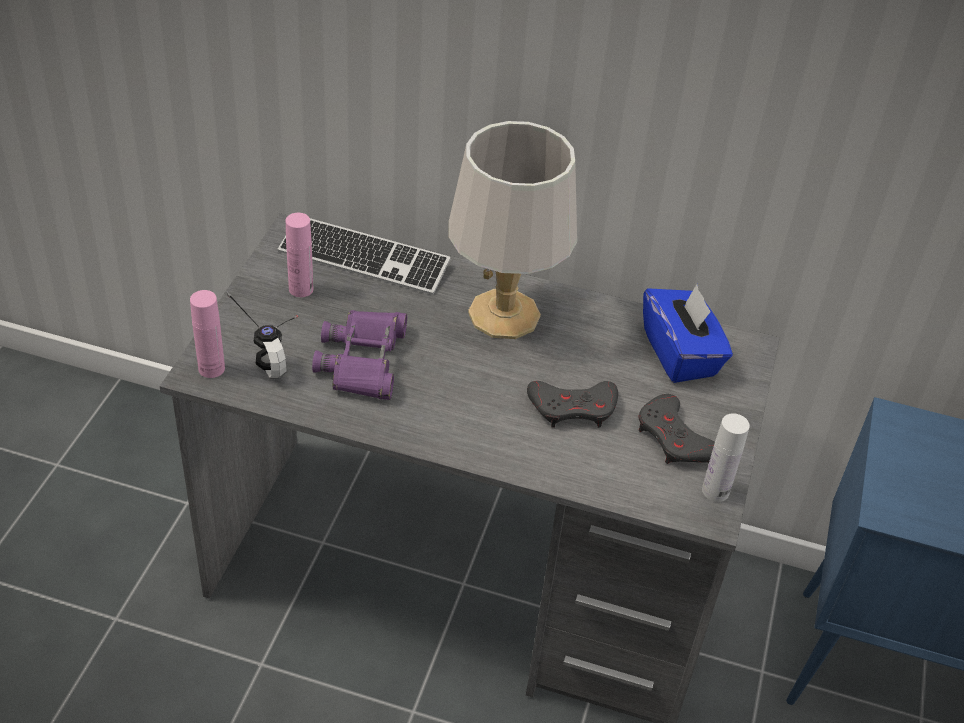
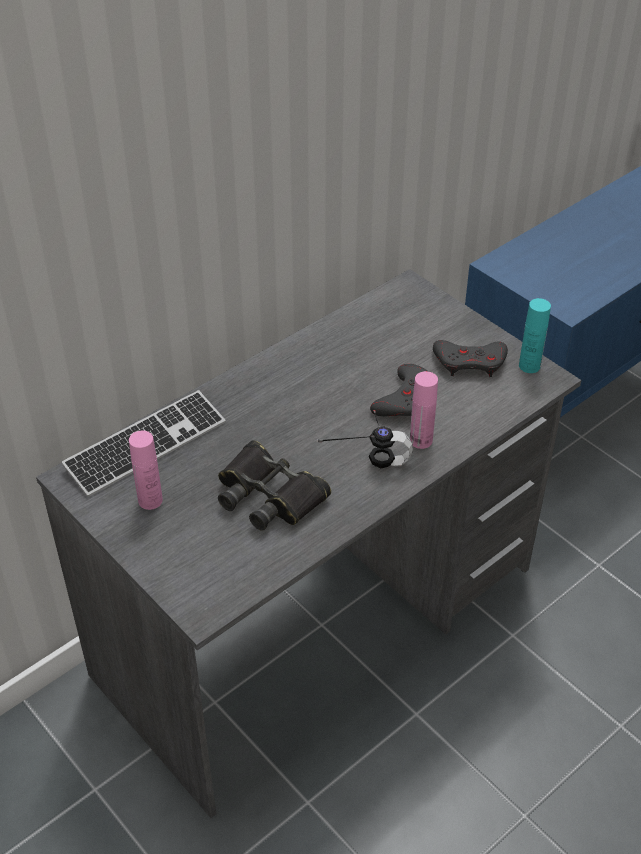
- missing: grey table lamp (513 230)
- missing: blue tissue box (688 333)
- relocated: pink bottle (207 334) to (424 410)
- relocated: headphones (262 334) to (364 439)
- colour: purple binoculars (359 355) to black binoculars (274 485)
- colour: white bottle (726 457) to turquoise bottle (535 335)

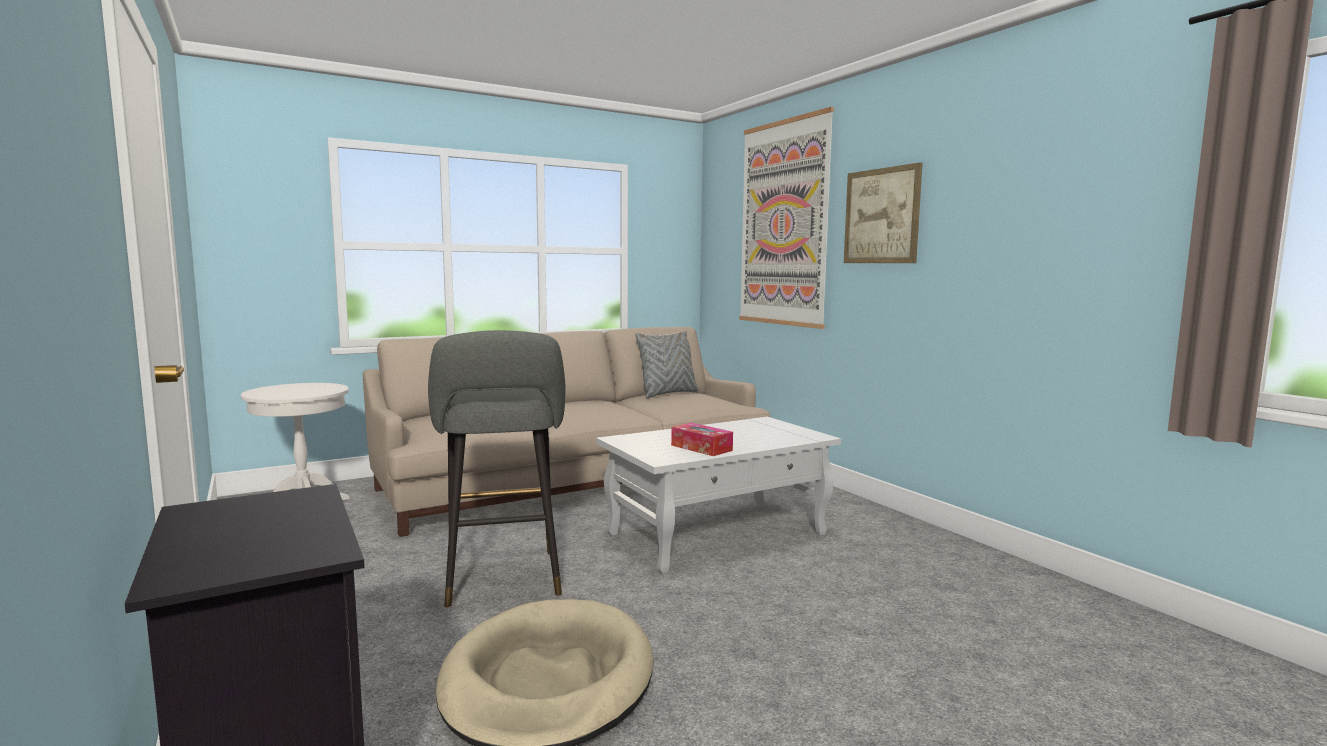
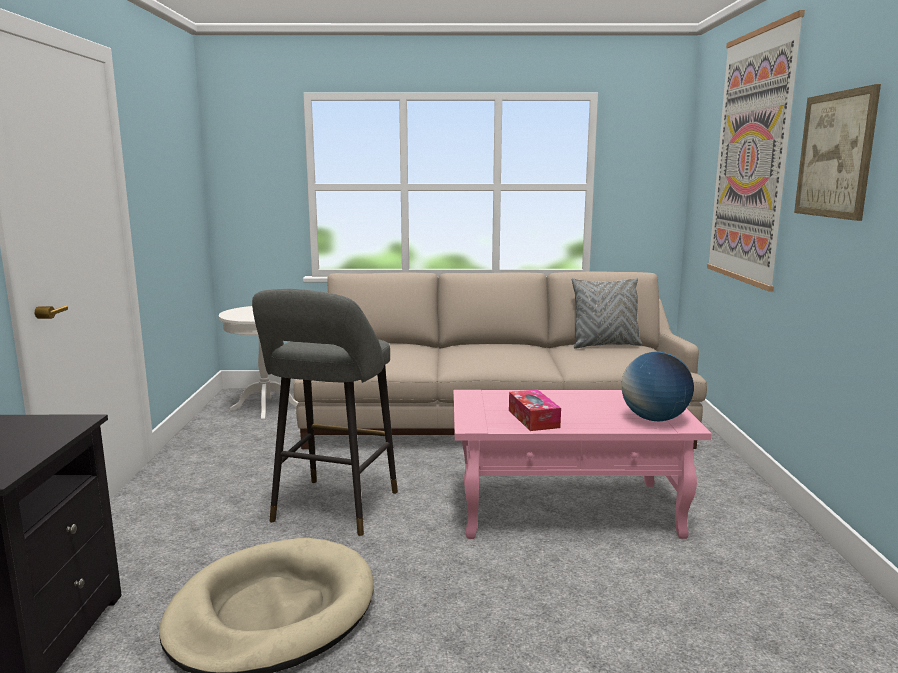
- colour: white coffee table (718 495) to pink coffee table (583 464)
- appeared: globe (658 386)

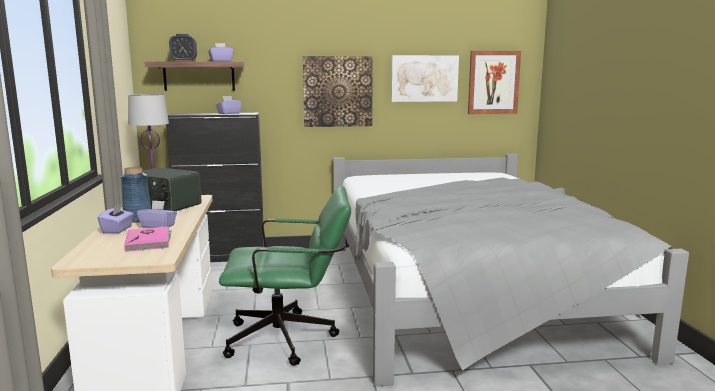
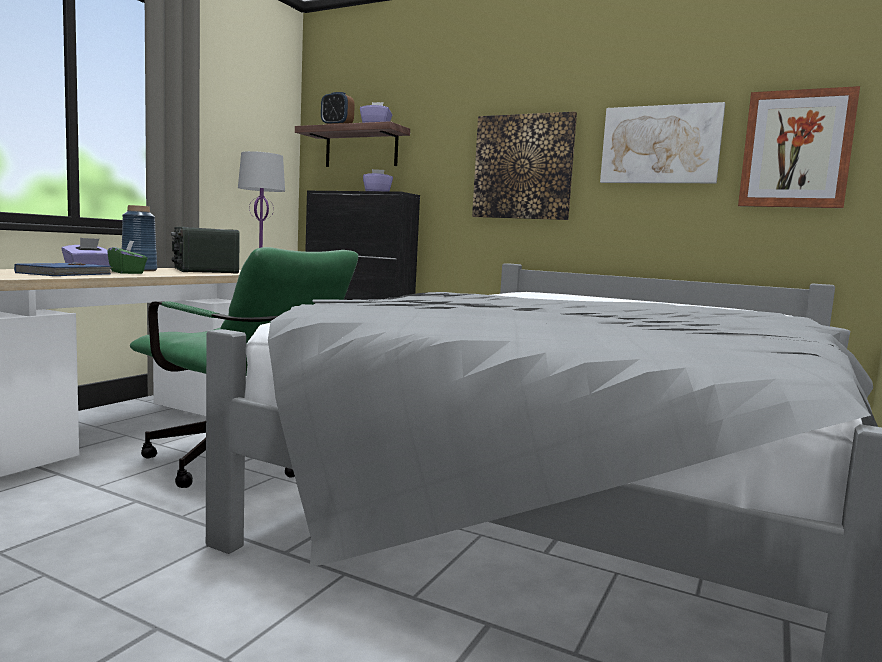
- colour: purple tissue box (157 214) to green tissue box (127 257)
- colour: pink book (148 239) to blue book (64 269)

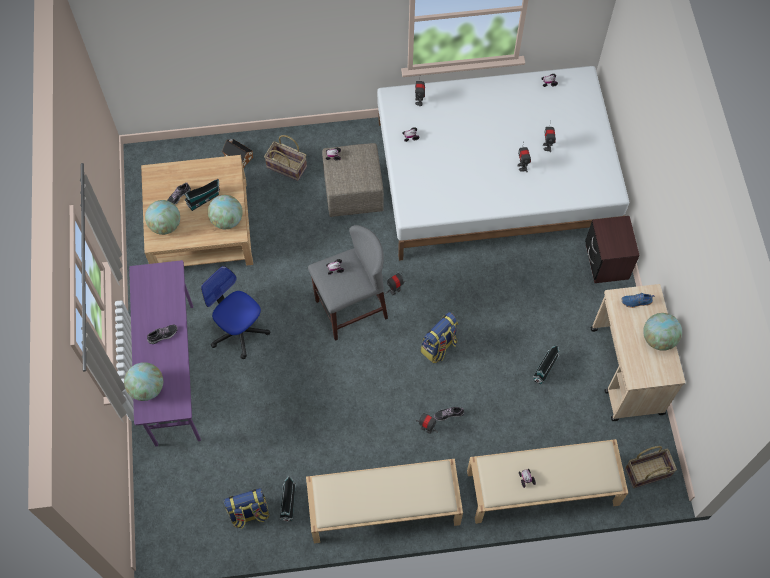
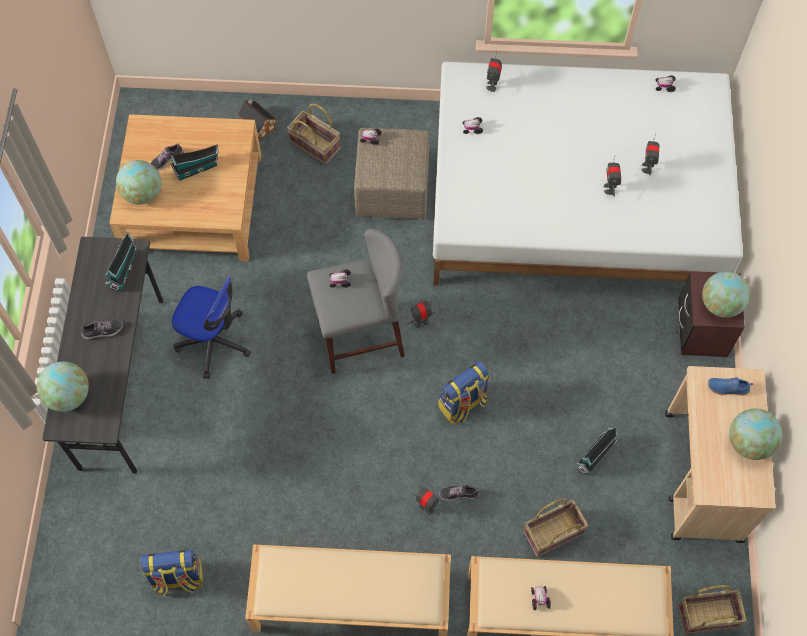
- relocated: globe (225 212) to (726 294)
- colour: purple desk (165 353) to grey desk (102 355)
- spun: office chair (236 312) = (211 328) 150 degrees clockwise
- relocated: toy house (288 498) to (121 262)
- appeared: basket (556 527)

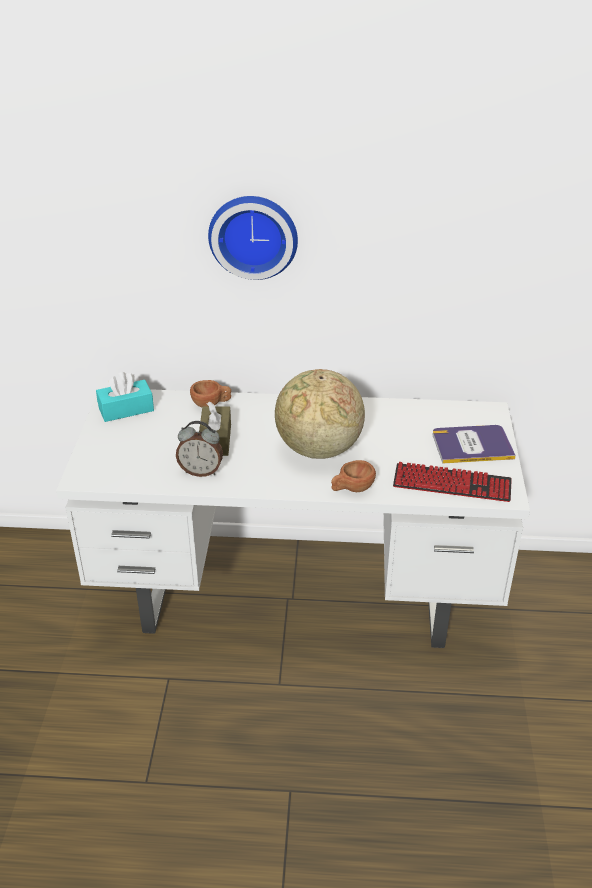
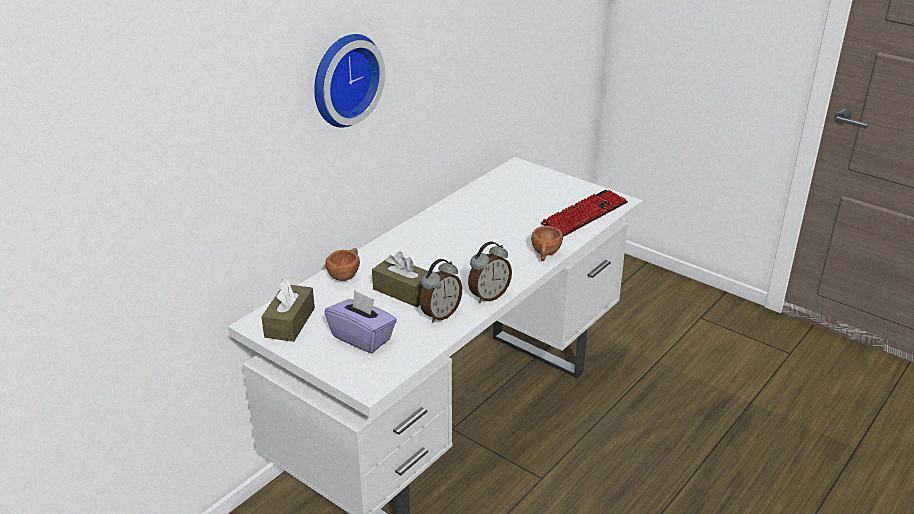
- missing: globe (320 414)
- colour: turquoise tissue box (125 397) to brown tissue box (288 310)
- missing: book (474 444)
- appeared: alarm clock (490 272)
- appeared: purple tissue box (360 321)

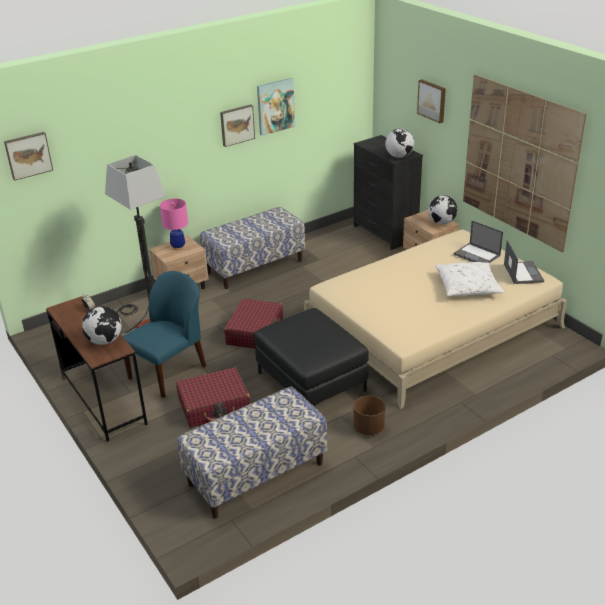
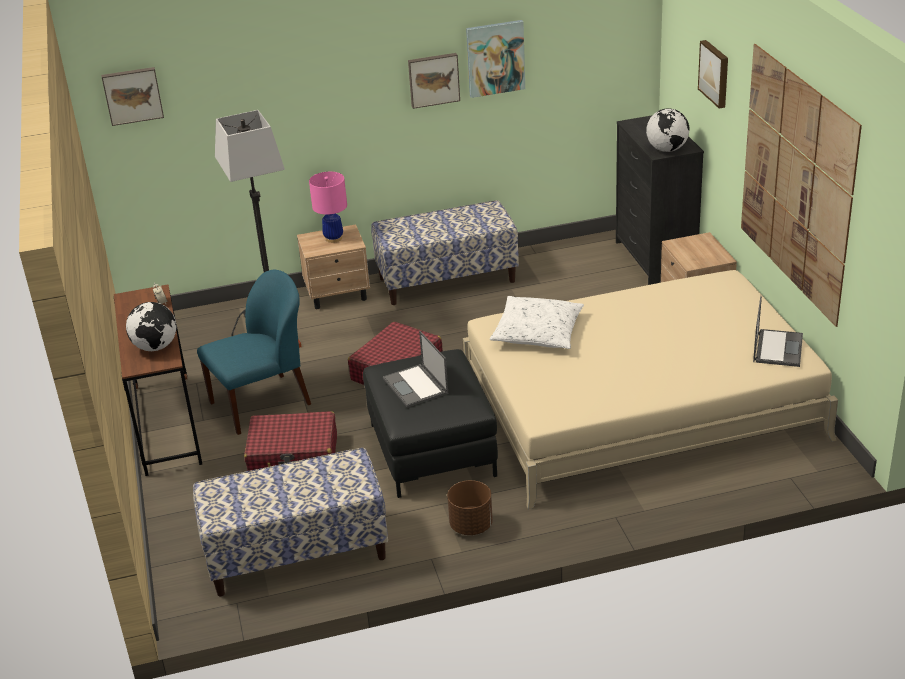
- missing: globe (442 209)
- relocated: laptop (478 242) to (415 369)
- relocated: white pillow (470 279) to (537 322)

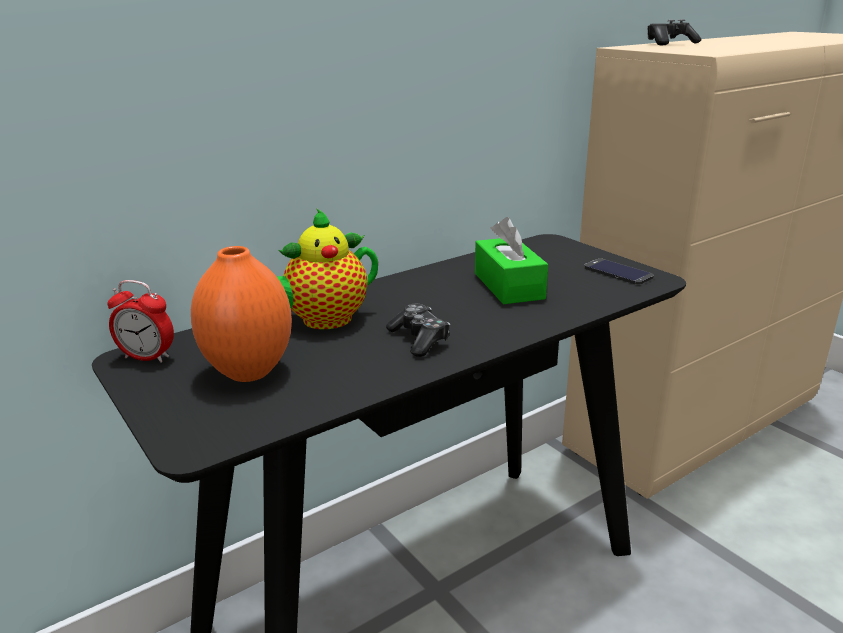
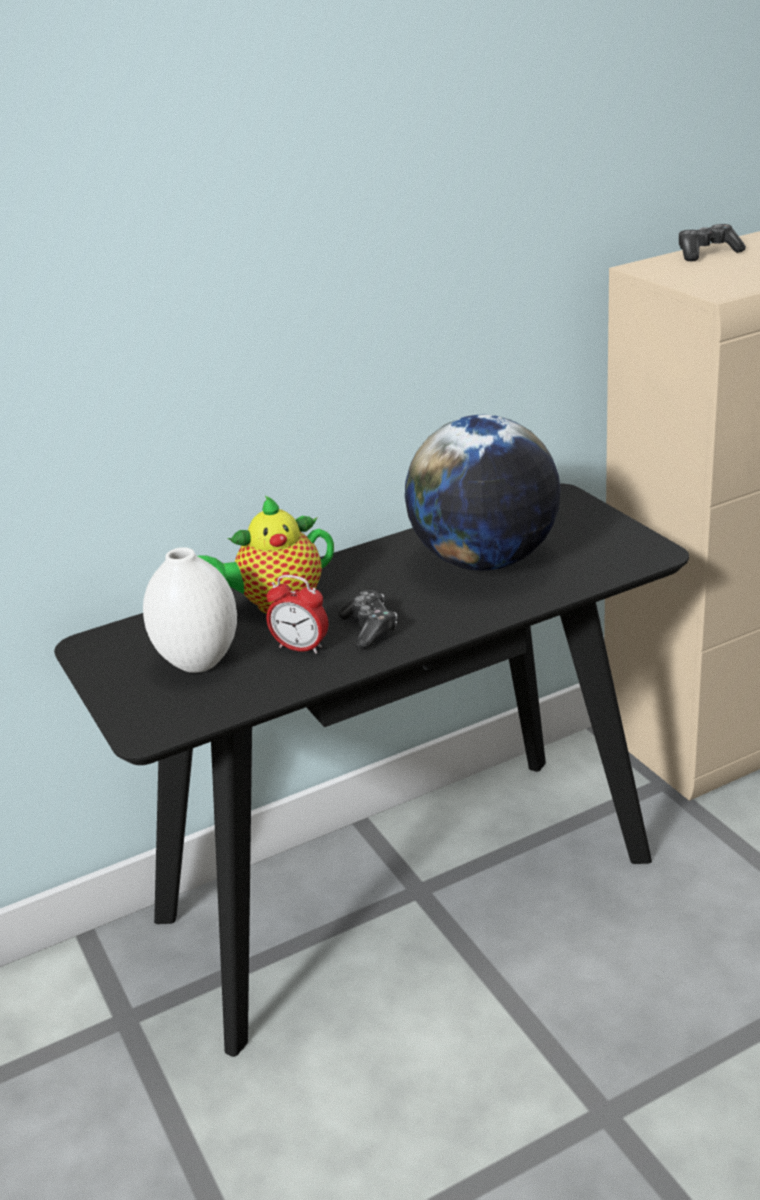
- exchanged: green tissue box (511 260) to globe (482 492)
- colour: orange vase (241 314) to white vase (190 610)
- missing: phone (619 272)
- relocated: alarm clock (140 321) to (297 614)

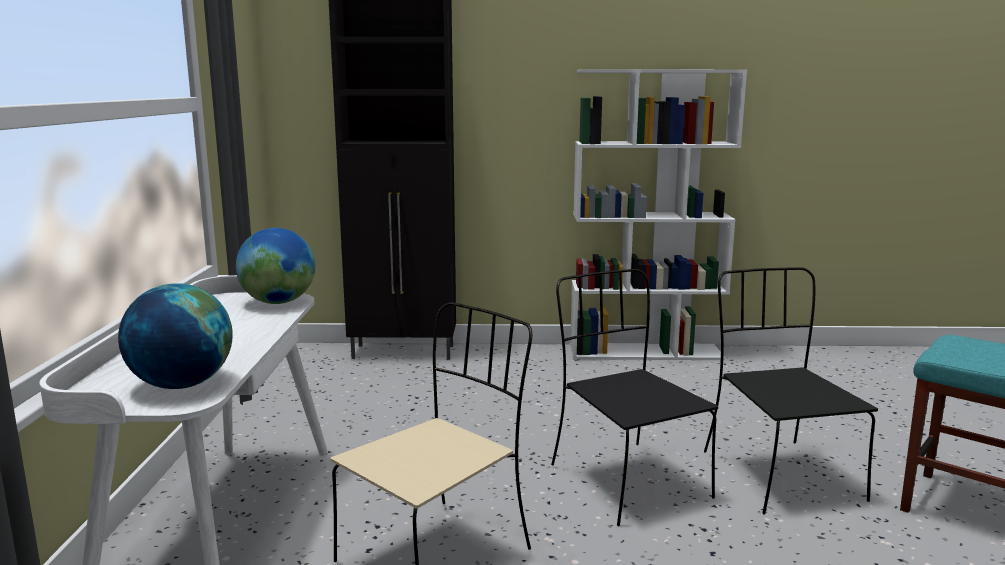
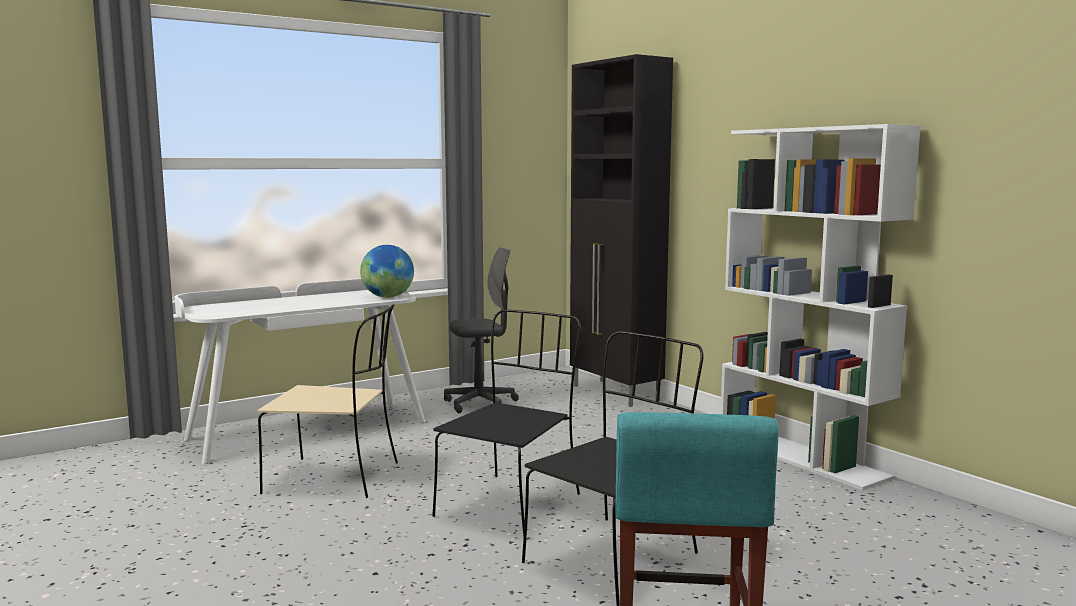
- missing: globe (175 336)
- appeared: grey office chair (481 330)

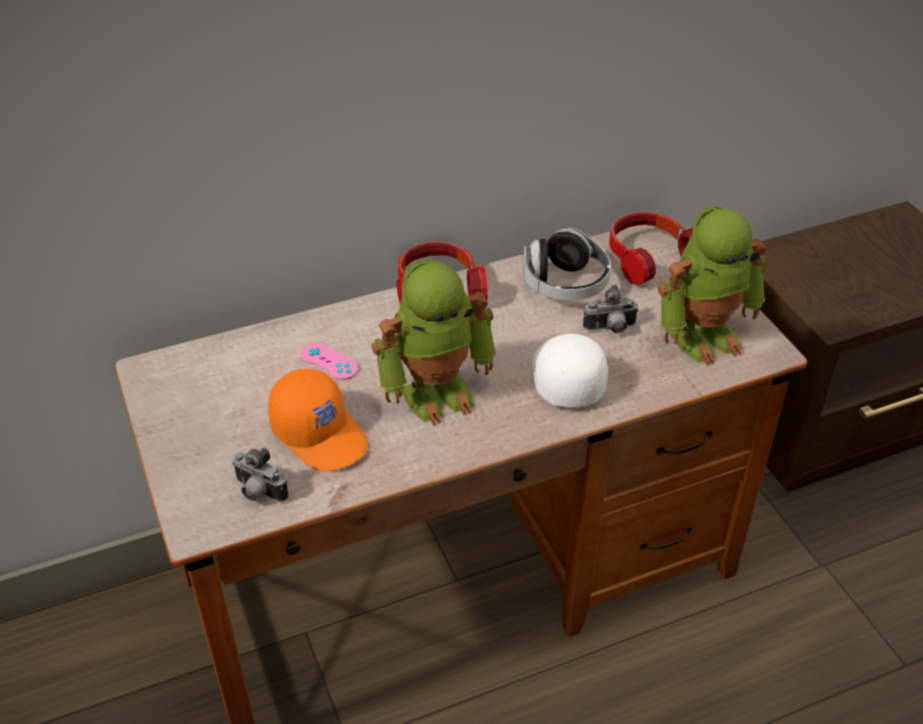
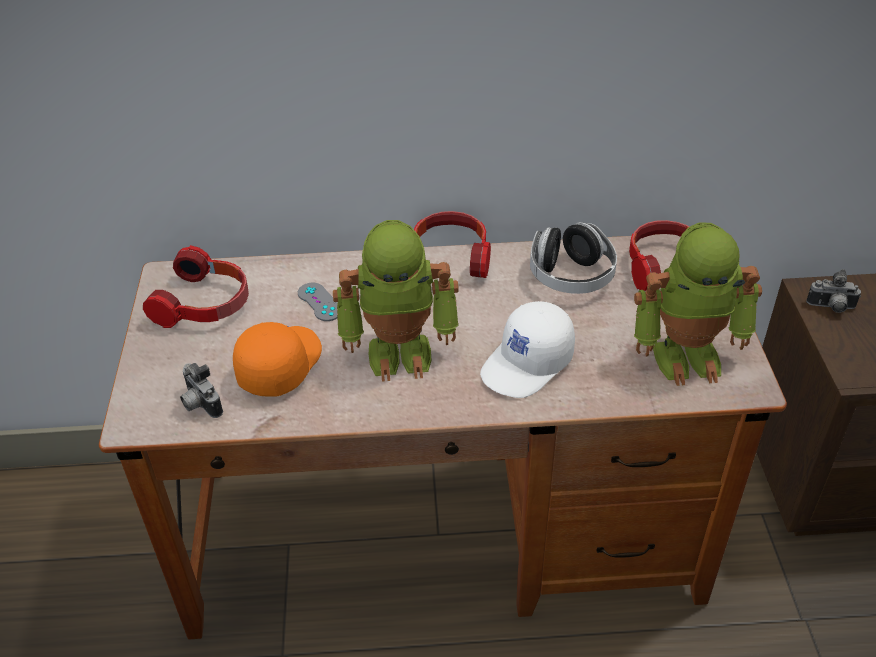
- relocated: photo camera (611 309) to (833 291)
- spun: white cap (570 371) = (527 349) 150 degrees counterclockwise
- colour: pink game controller (329 361) to grey game controller (318 302)
- spun: orange cap (318 420) = (277 359) 135 degrees counterclockwise
- appeared: headphones (196 286)

